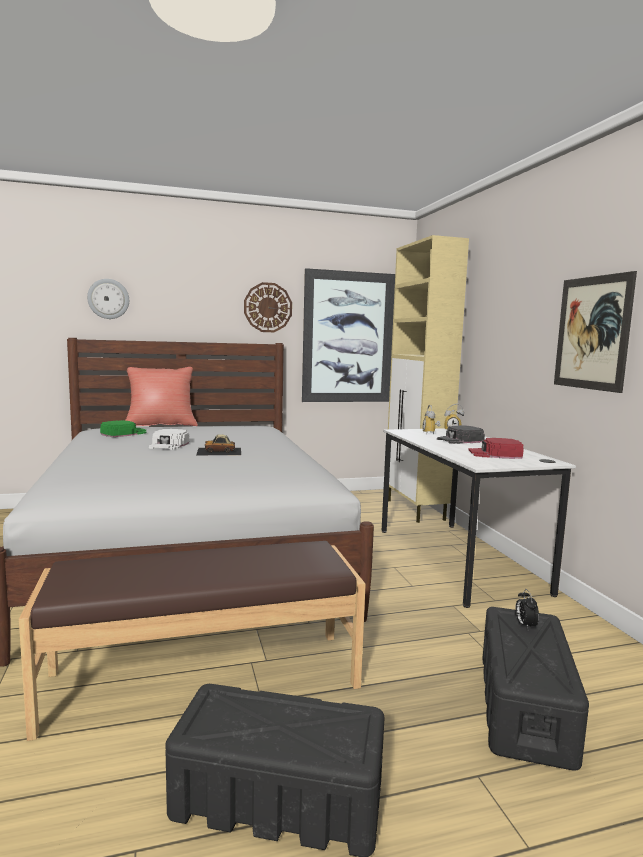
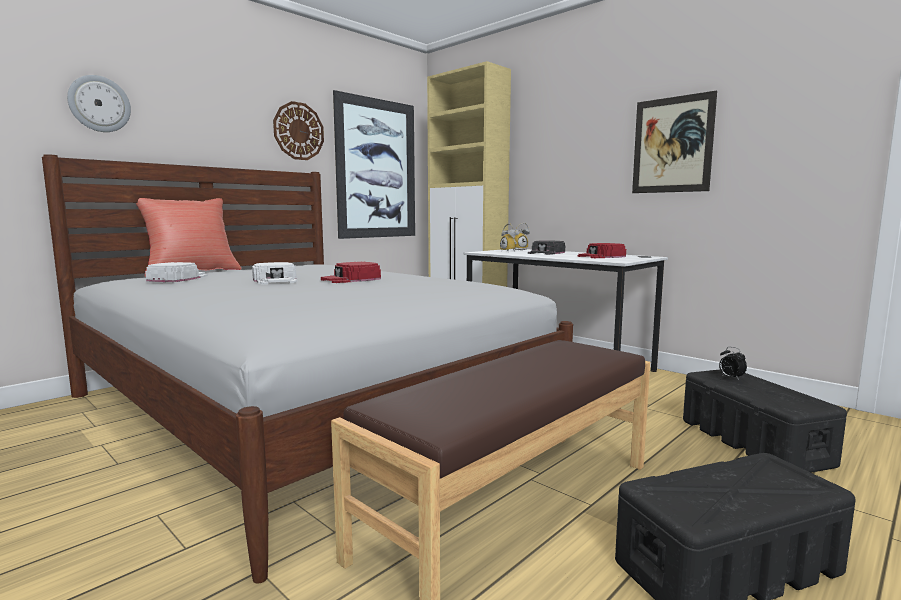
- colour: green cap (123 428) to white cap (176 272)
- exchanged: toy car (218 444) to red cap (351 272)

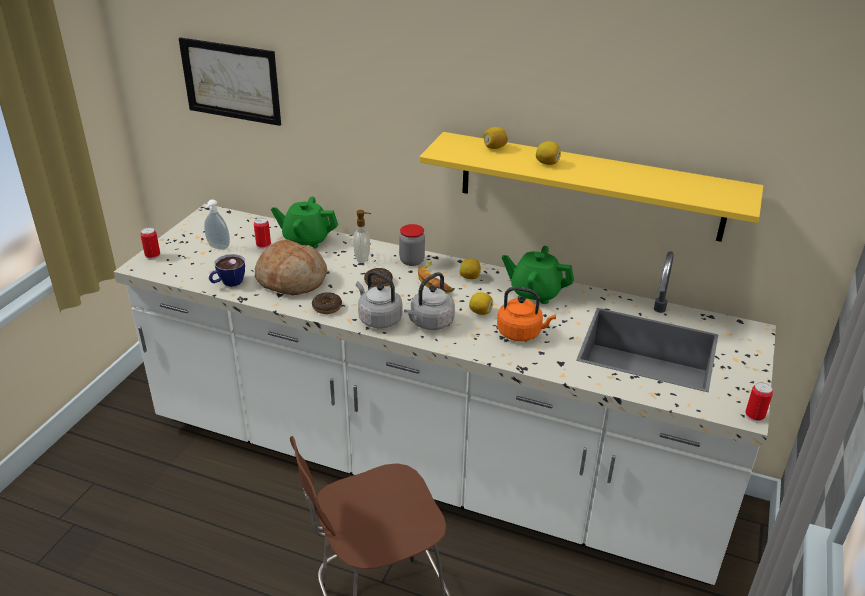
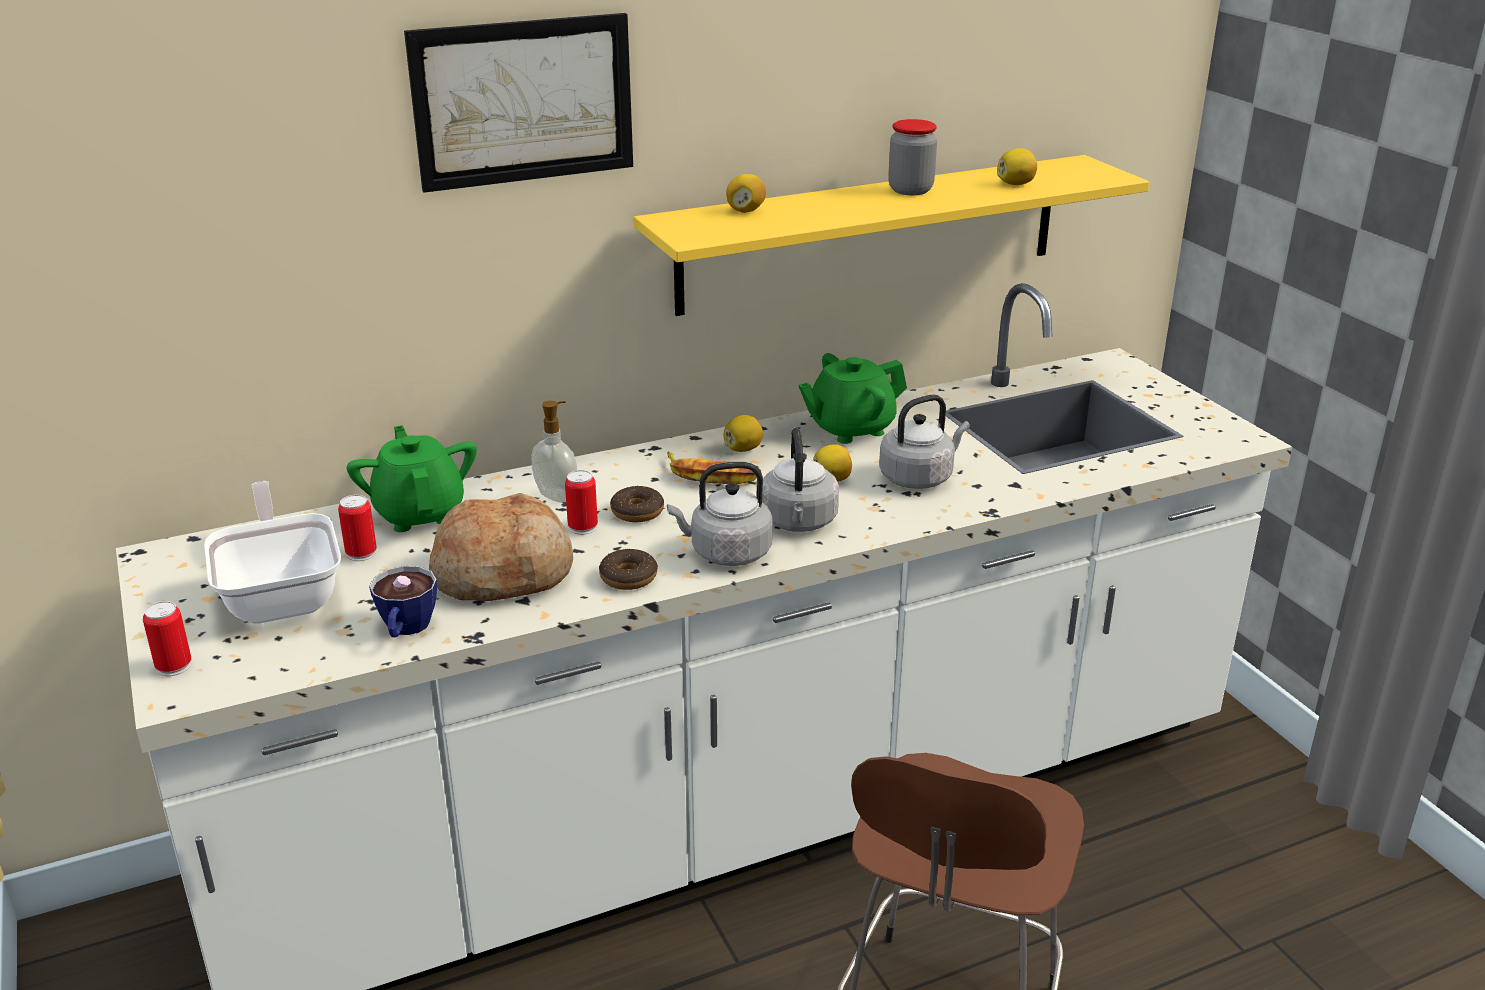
- relocated: picture (229 81) to (518 103)
- relocated: lemon (548 153) to (1017 166)
- spun: green teapot (304 223) = (411 478) 105 degrees clockwise
- exchanged: soap dispenser (217 224) to frying pan (272 552)
- relocated: jar (412 245) to (912 157)
- colour: orange kettle (526 314) to grey kettle (924 441)
- relocated: can (759 402) to (581 502)

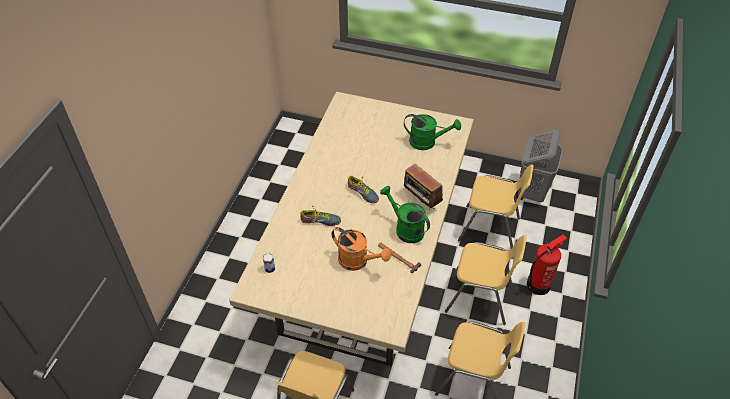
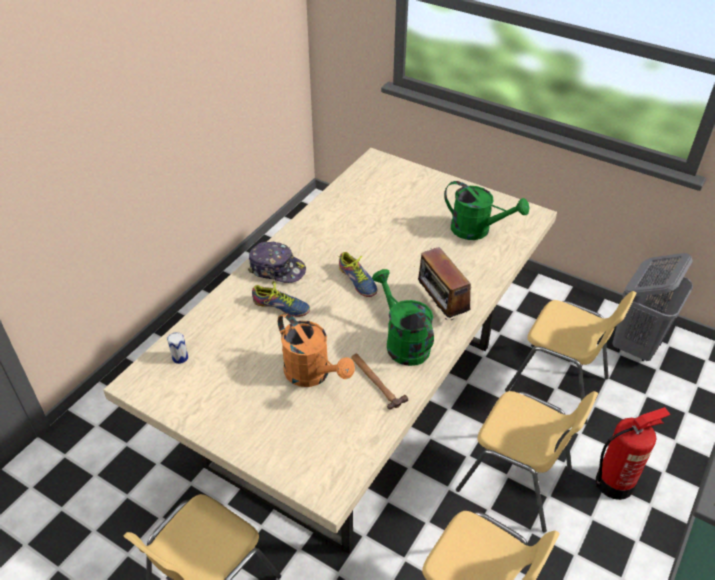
- appeared: cap (277 262)

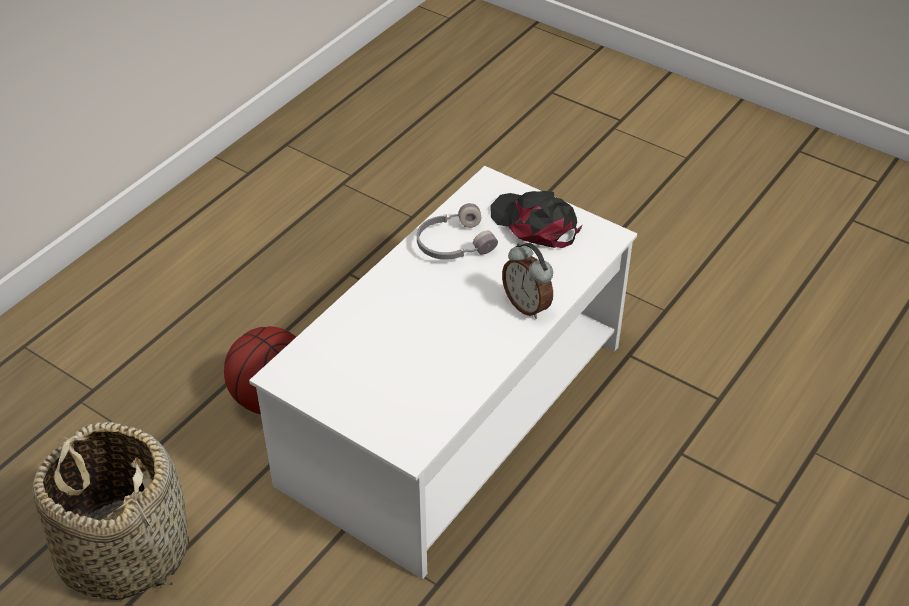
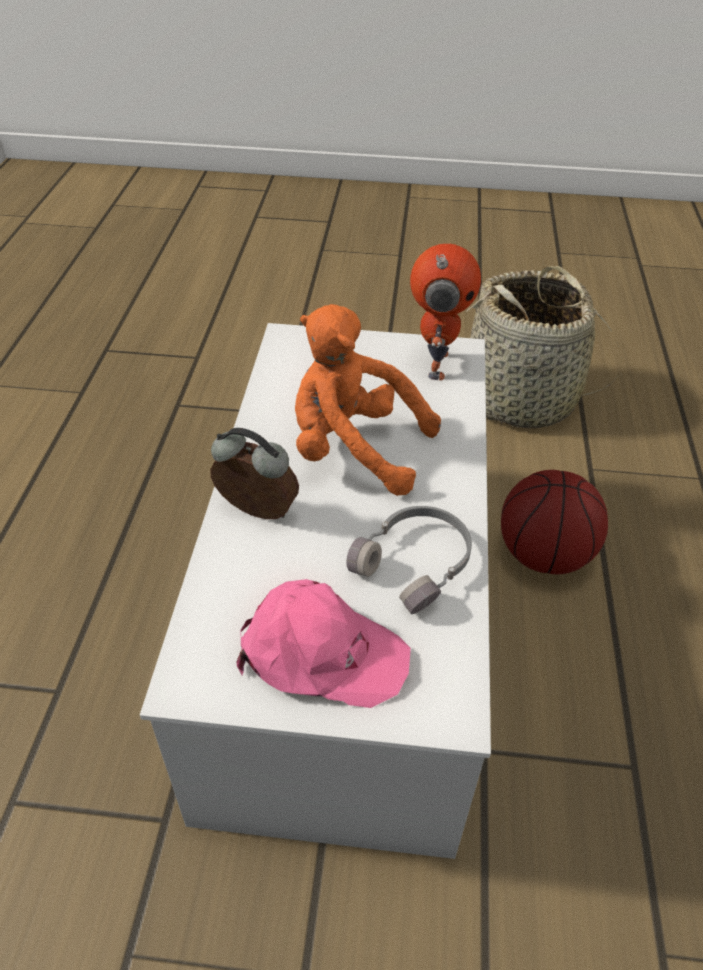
- colour: black cap (536 219) to pink cap (324 643)
- appeared: toy robot (445 312)
- appeared: orange plush toy (368 400)

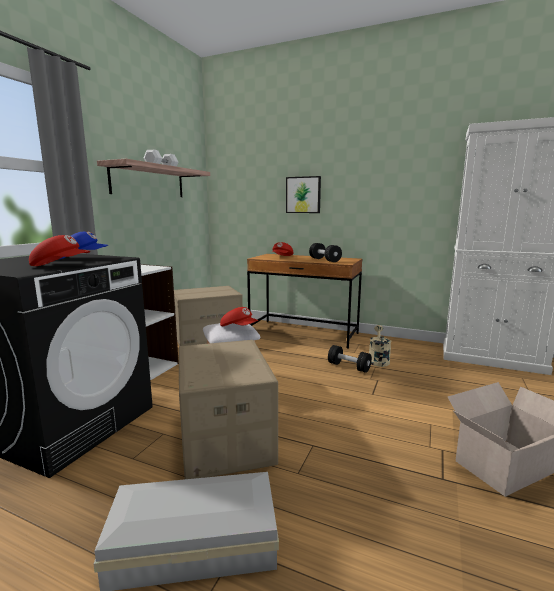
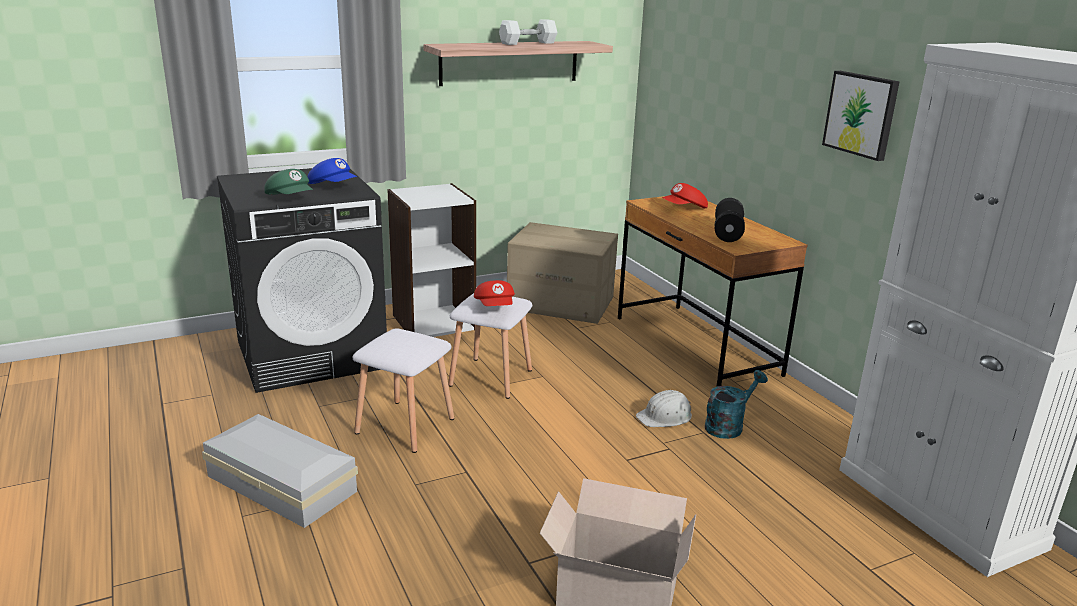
- relocated: picture (303 194) to (861 116)
- colour: red cap (60 250) to green cap (288 182)
- colour: beige watering can (380 346) to turquoise watering can (736 404)
- exchanged: cardboard box (228 409) to white stool (403 390)
- exchanged: black dumbbell (350 359) to white hard hat (664 408)

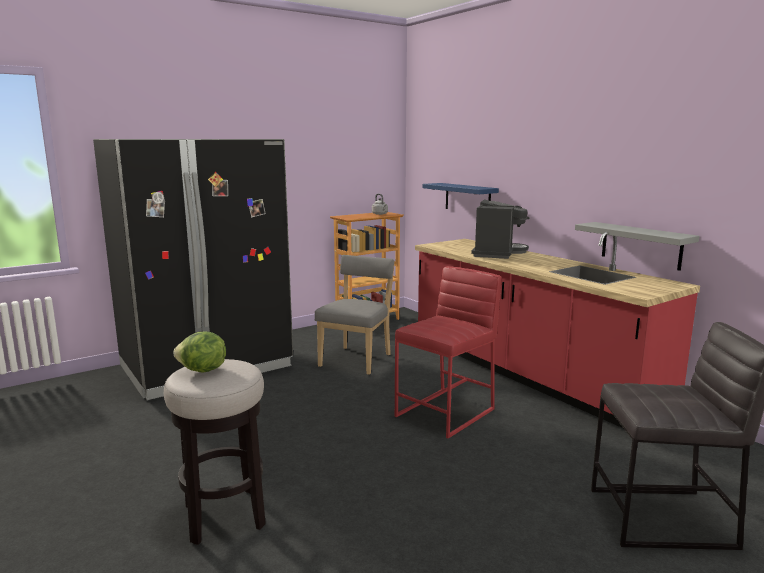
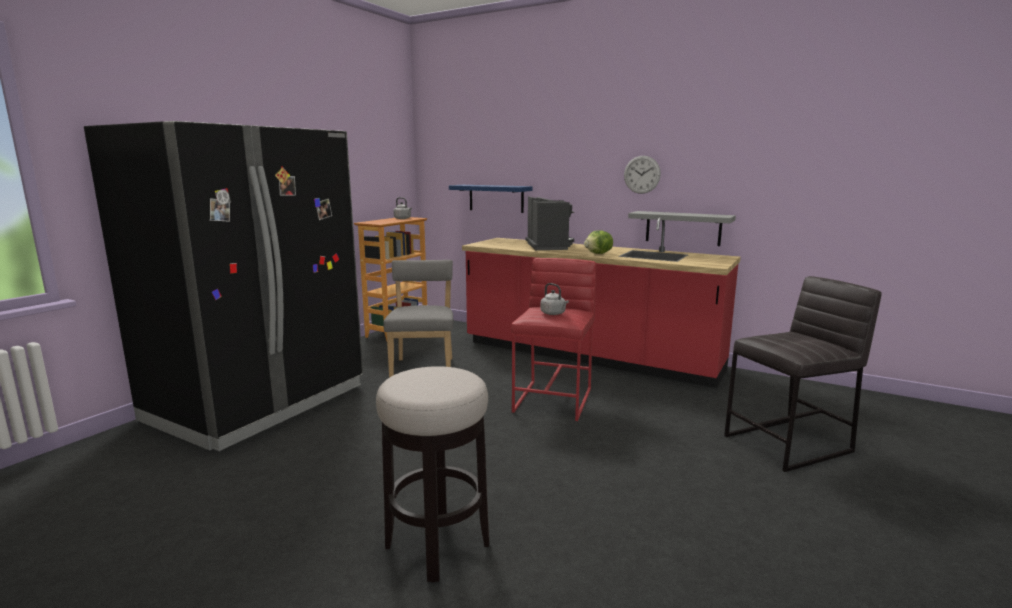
- relocated: lettuce (200 352) to (598 242)
- appeared: wall clock (642 175)
- appeared: grey kettle (555 299)

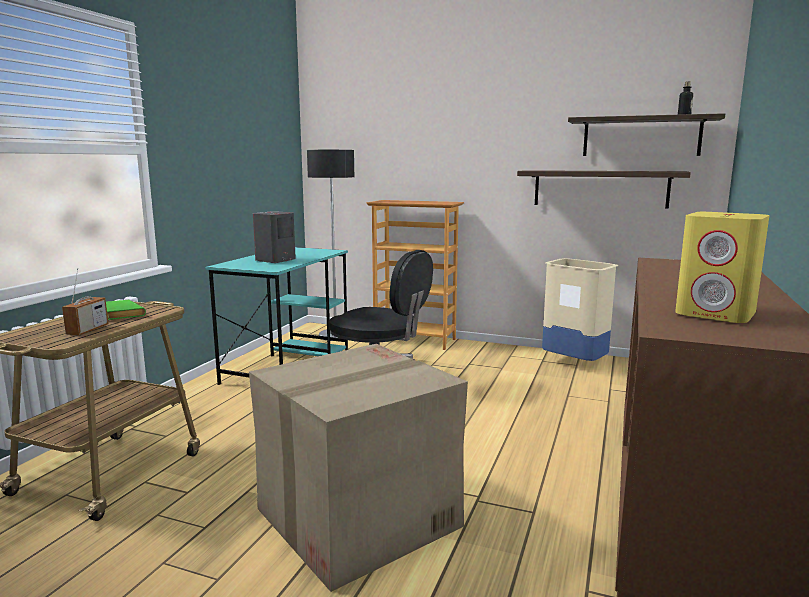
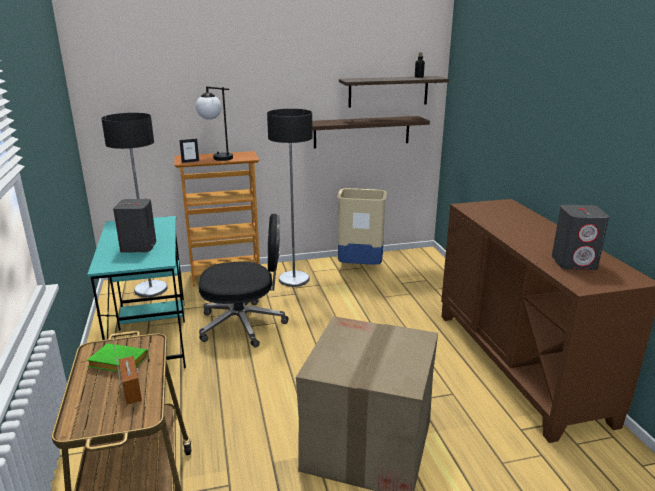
- colour: yellow speaker (722 267) to grey speaker (580 237)
- appeared: table lamp (214 123)
- appeared: floor lamp (290 198)
- appeared: picture frame (189 151)

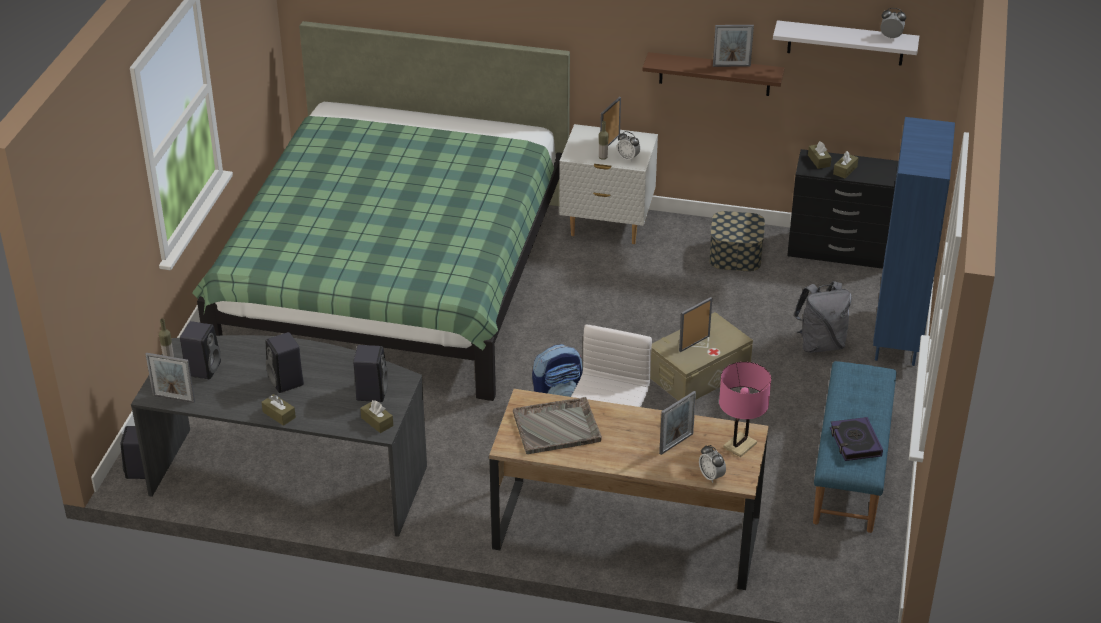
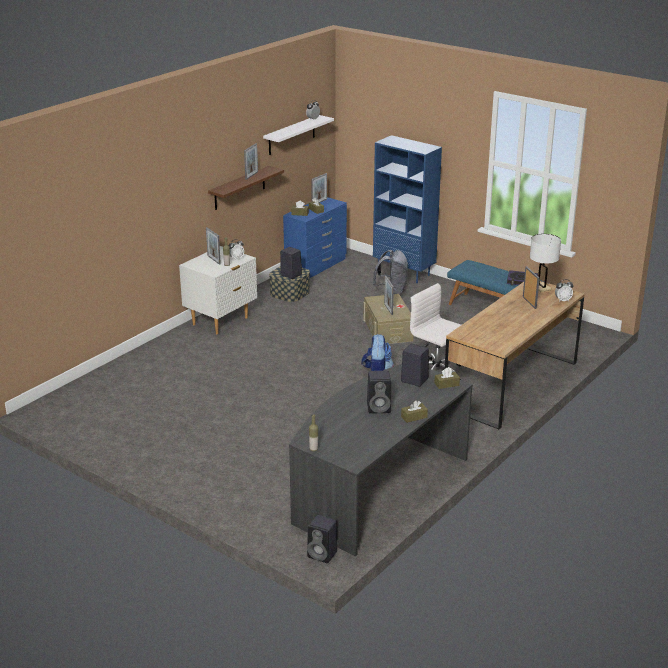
- missing: green bed (381 211)
- colour: black dresser (843 209) to blue dresser (315 237)
- relocated: black speaker (200 350) to (291 263)
- relocated: picture frame (170 378) to (319 188)
- colour: pink table lamp (745 409) to white table lamp (545 263)
- missing: grey tray (557 425)

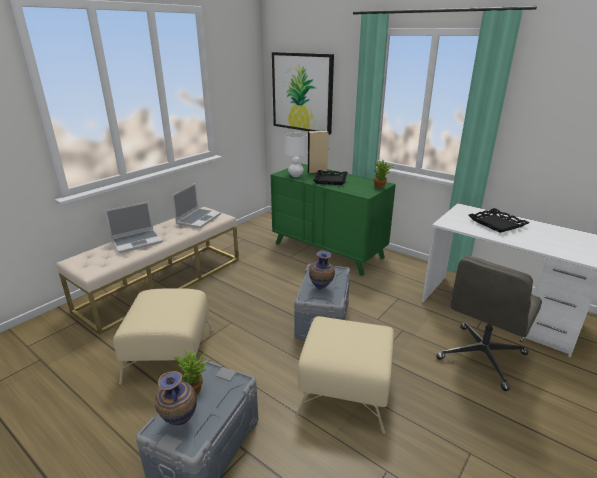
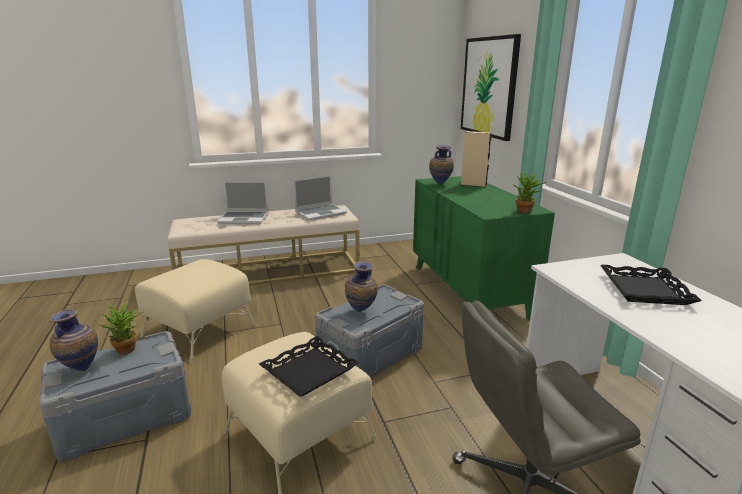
- exchanged: white table lamp (295 155) to vase (441 164)
- relocated: black tray (330 177) to (309 366)

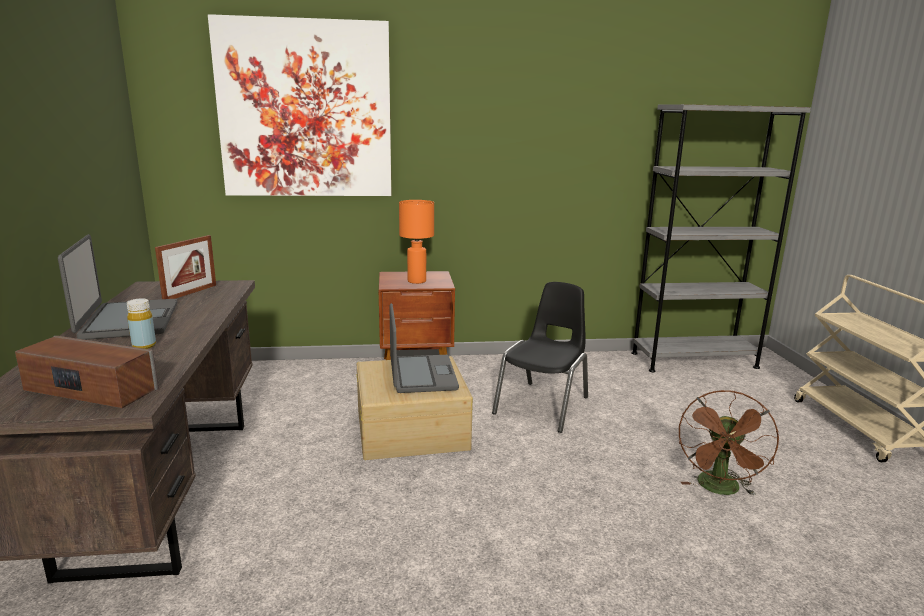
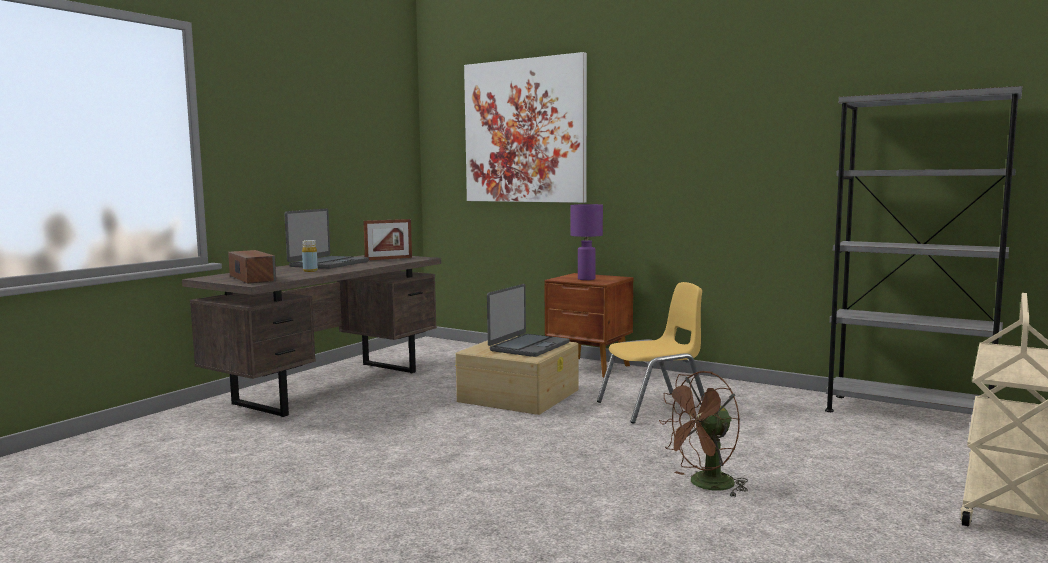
- colour: orange table lamp (416 242) to purple table lamp (587 242)
- colour: black chair (540 357) to yellow chair (651 353)

